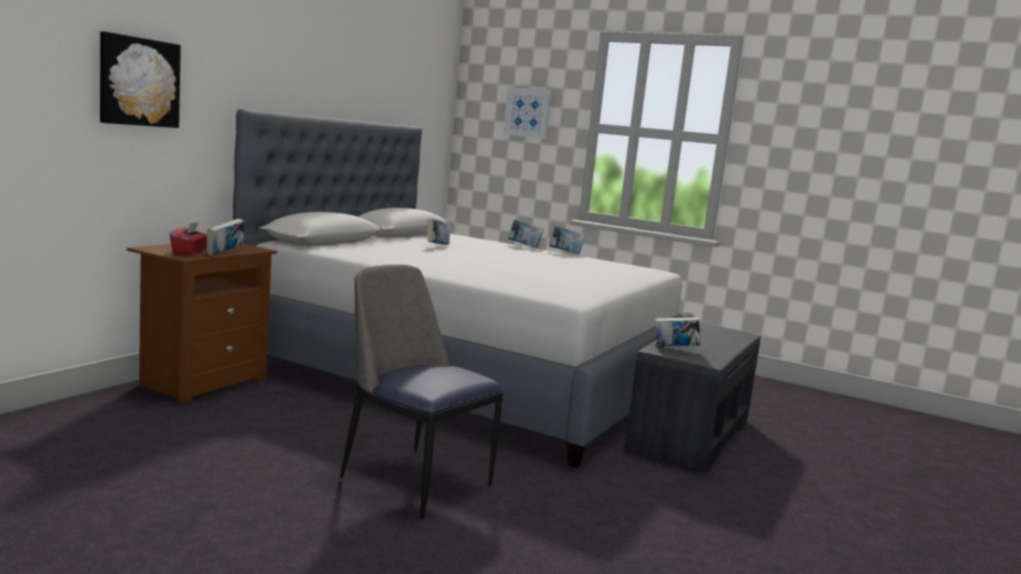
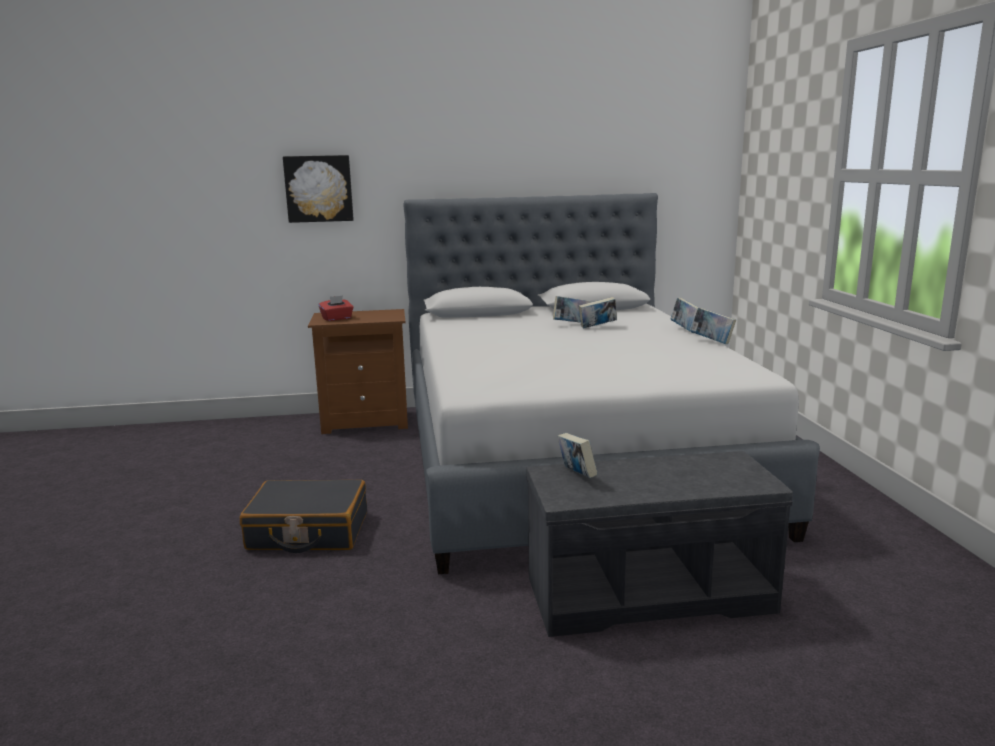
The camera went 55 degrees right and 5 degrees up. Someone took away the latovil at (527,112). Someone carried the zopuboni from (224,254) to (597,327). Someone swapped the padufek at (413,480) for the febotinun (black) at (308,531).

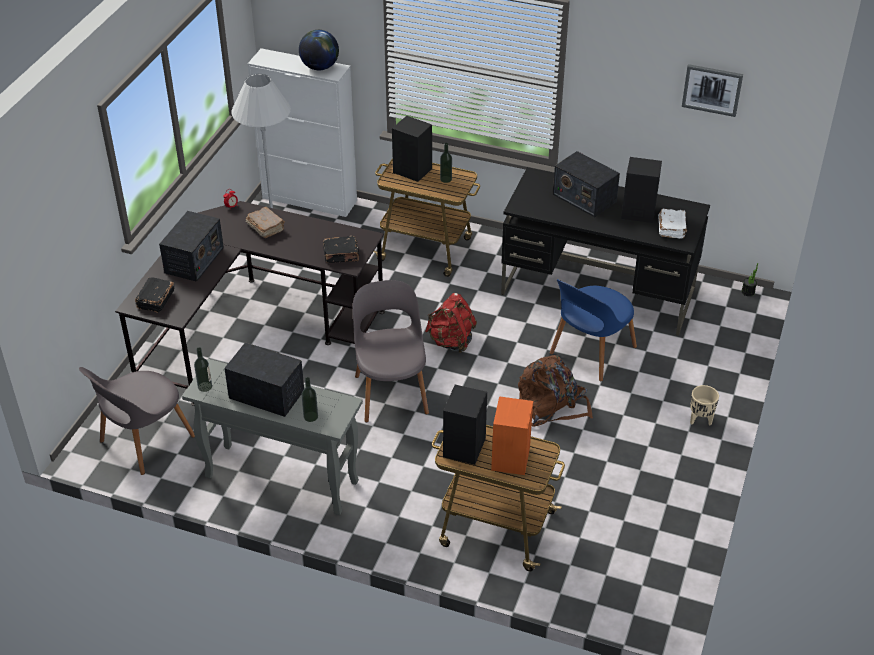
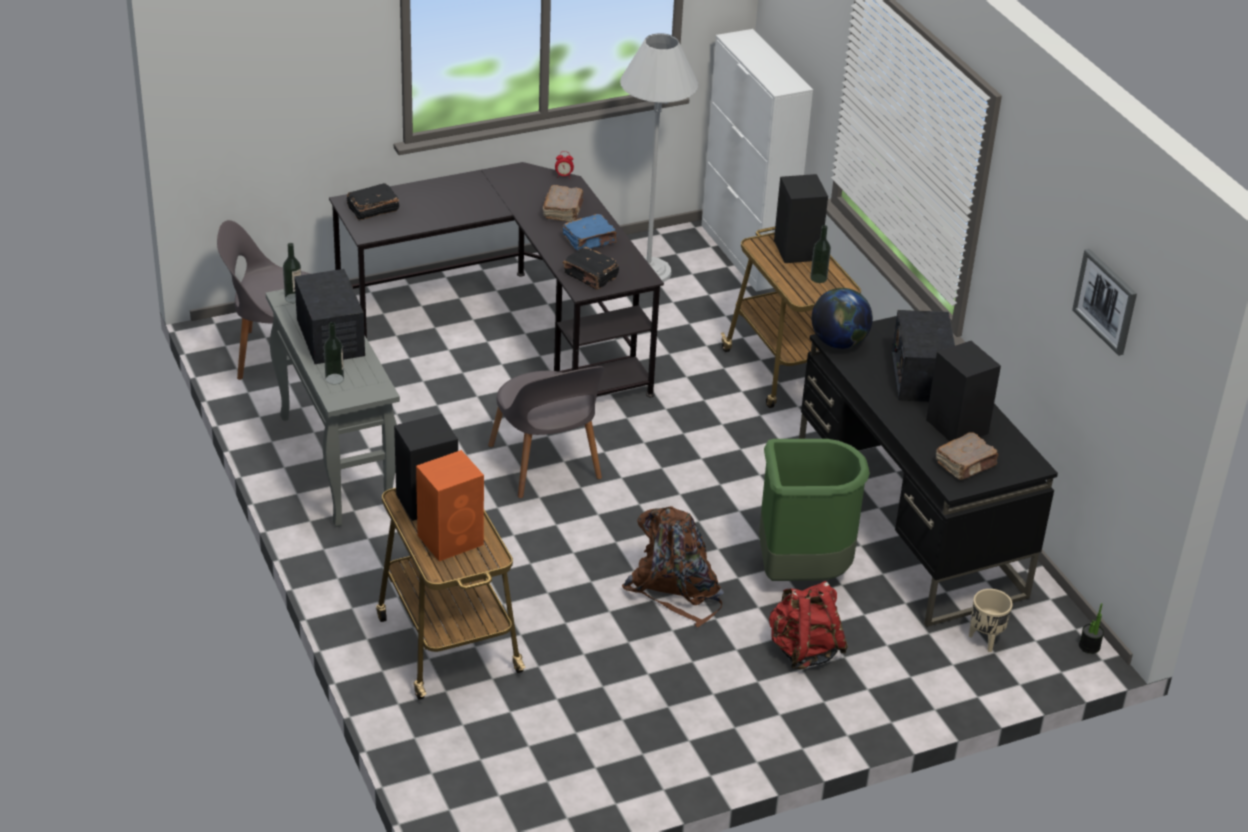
The camera went 45 degrees right and 5 degrees down. Someone took away the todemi at (194,260). Someone put down the zopuboni (blue) at (590,241). Someone carried the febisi from (320,67) to (839,342). Someone carried the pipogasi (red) from (451,341) to (804,651). Someone carried the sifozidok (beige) from (701,420) to (985,640). Someone swapped the padufek (blue) at (590,352) for the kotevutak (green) at (800,573). Someone repainted the zopuboni (white) at (672,229), which became the zopuboni (brown) at (966,465). Someone rotated the padufek (grey) at (391,391) by 120 degrees clockwise.

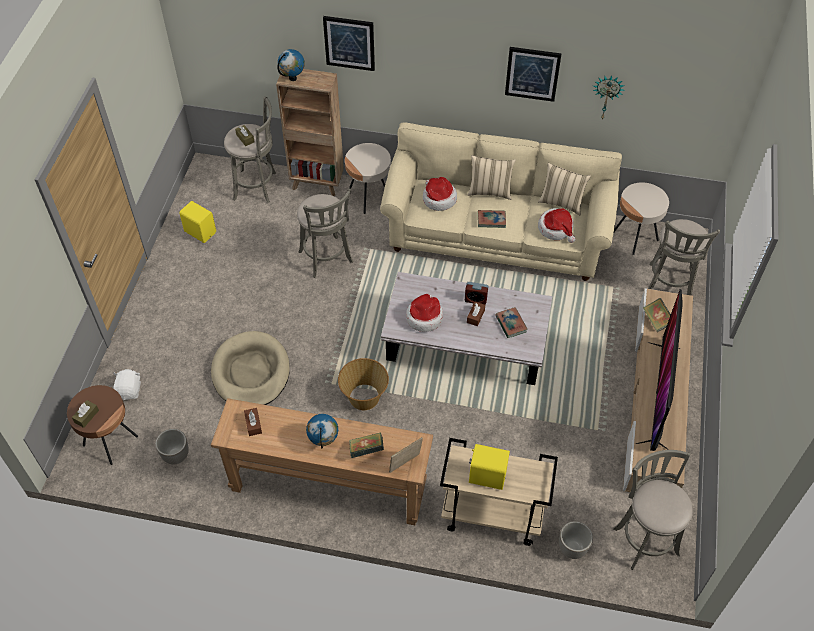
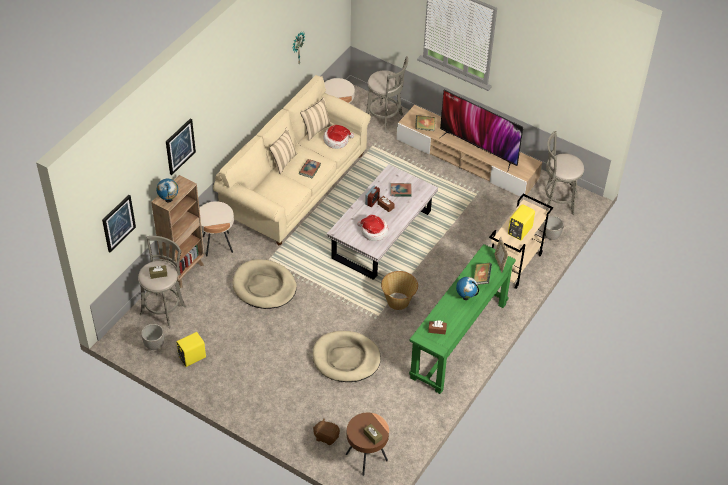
The camera went 70 degrees left and 5 degrees down. Someone took away the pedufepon at (438,199). Someone carried the sifozidok from (176,456) to (154,345). Someone carried the latovil from (532,73) to (118,223). Someone swapped the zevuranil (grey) at (327,259) for the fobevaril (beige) at (264,286). Someone repainted the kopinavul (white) at (129,390), which became the kopinavul (brown) at (326,436). Someone repainted the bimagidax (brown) at (328,486), which became the bimagidax (green) at (458,340).

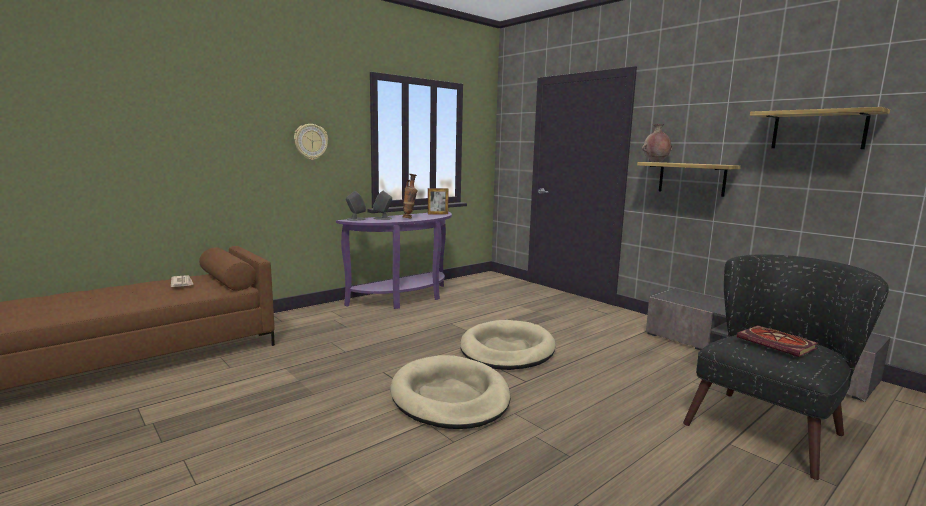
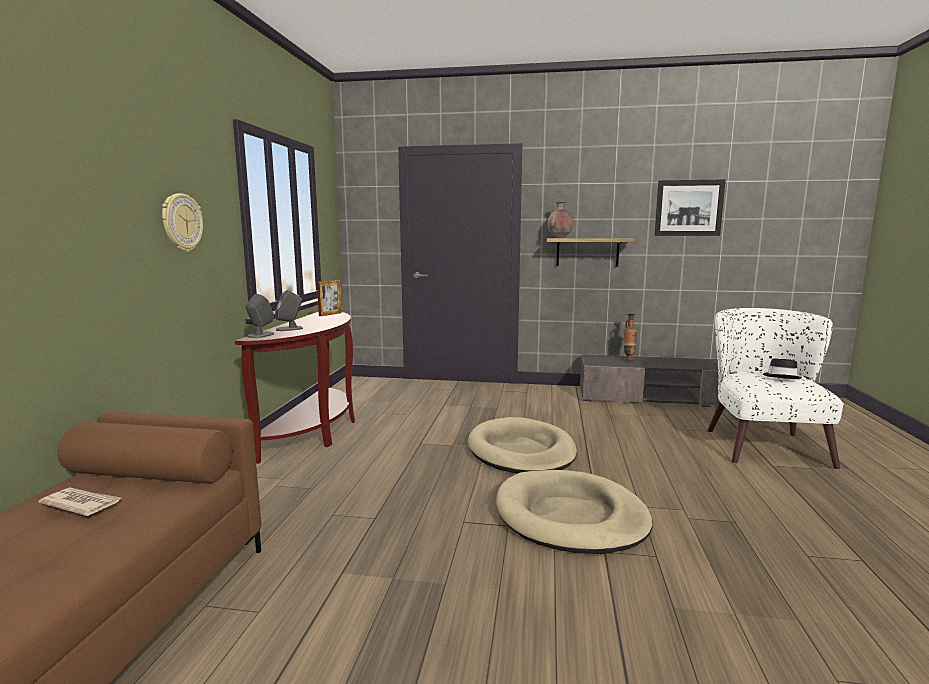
The camera went 40 degrees left and 0 degrees up. Someone carried the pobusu from (409,218) to (628,359). Someone swapped the zopuboni at (778,344) for the pedufepon (black) at (781,377). Someone swapped the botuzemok at (818,130) for the latovil at (688,208). Someone repainted the bimagidax (purple) at (405,298), which became the bimagidax (brown) at (315,431). Someone repainted the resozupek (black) at (770,425), which became the resozupek (white) at (761,443).

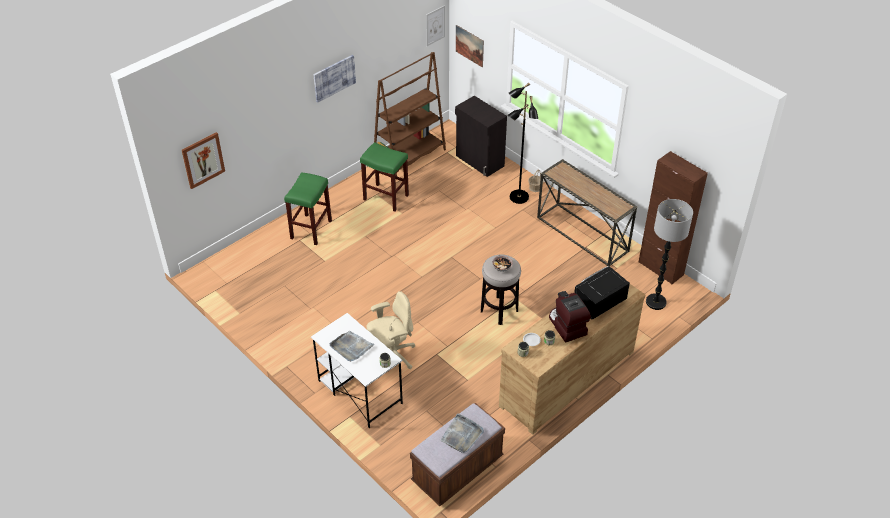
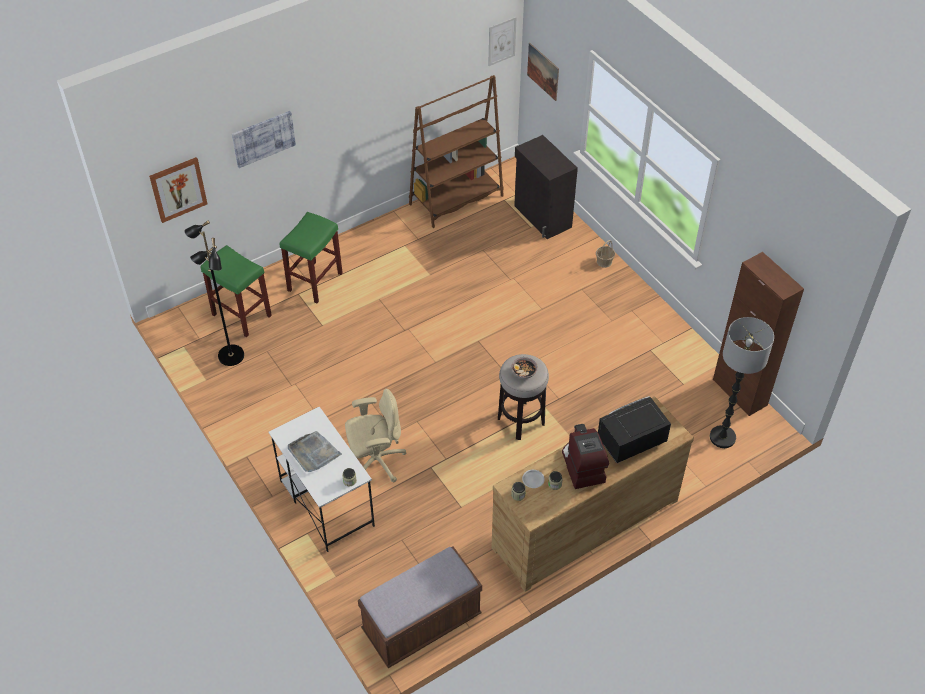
The camera went 10 degrees right and 5 degrees up. Someone took away the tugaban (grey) at (462,435). Someone took away the bimagidax at (583,234). Someone carried the latovil from (334,78) to (263,138). Someone carried the zevuranil (green) from (386,197) to (242,315). Someone carried the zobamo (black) from (518,197) to (230,356).

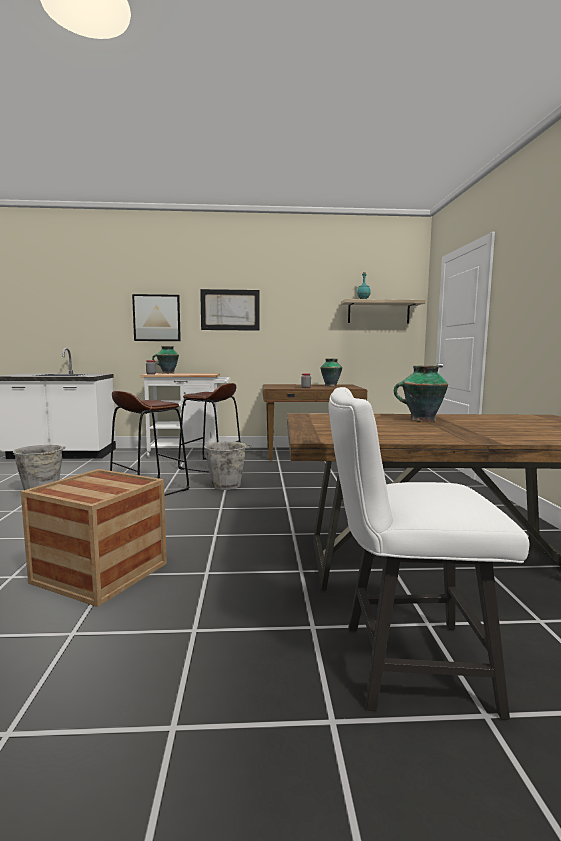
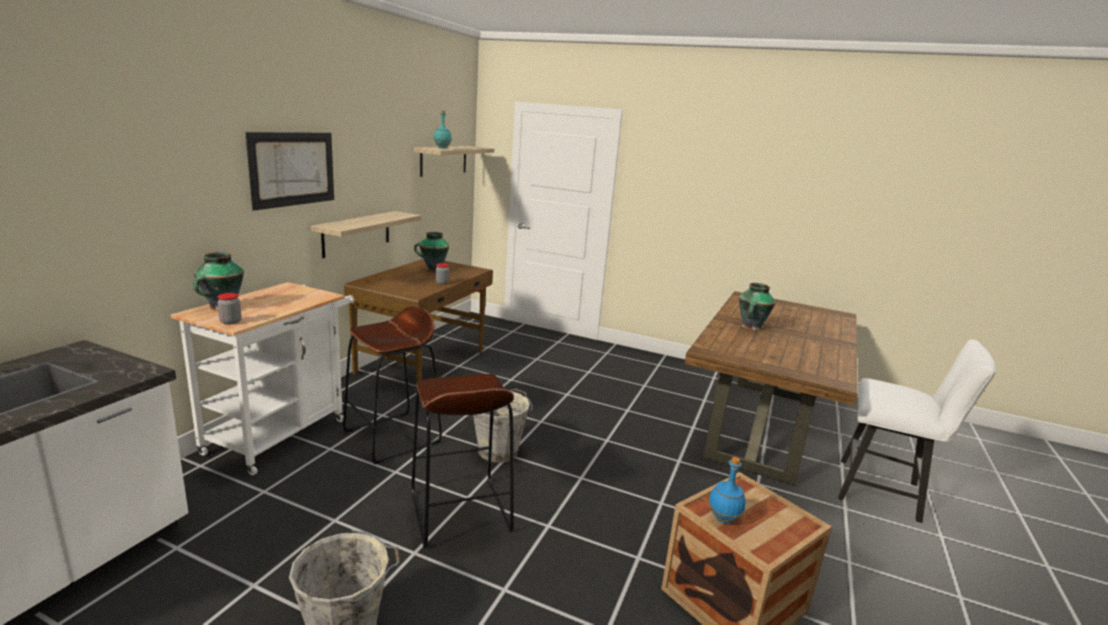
The camera went 65 degrees left and 10 degrees up. Someone took away the latovil at (156,318). Someone put up the botuzemok at (356,233). Someone put down the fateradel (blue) at (724,519). Someone rotated the padufek (white) at (403,665) by 90 degrees counterclockwise.

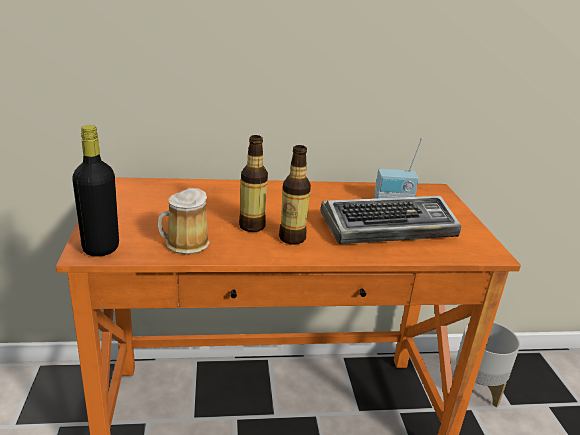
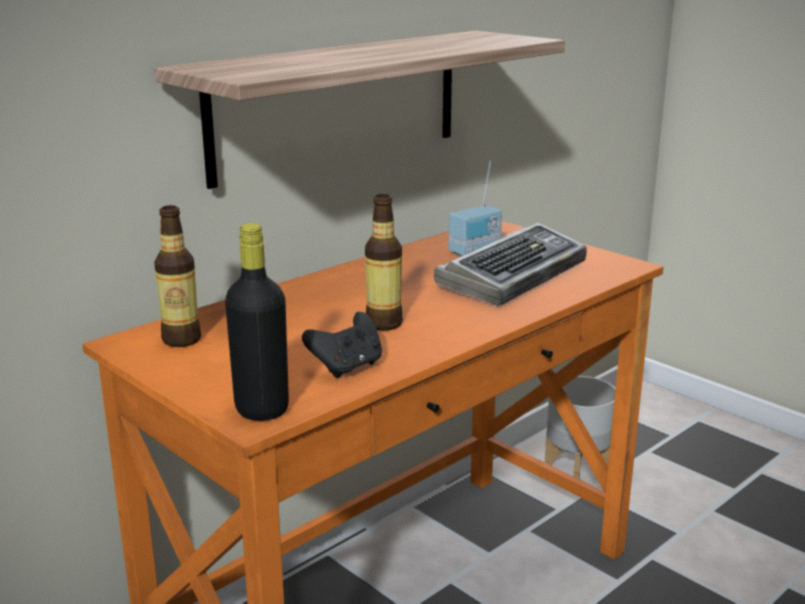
The camera went 35 degrees left and 5 degrees down. Someone put up the botuzemok at (338,104). Someone carried the fateradel from (292,238) to (182,340). Someone swapped the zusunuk at (184,244) for the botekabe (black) at (347,367).

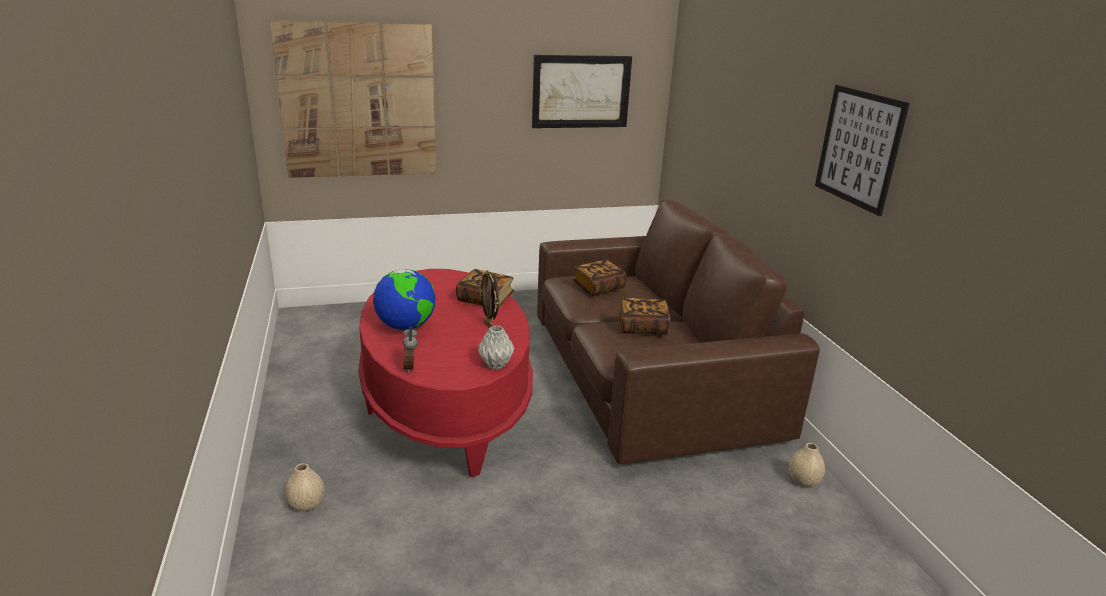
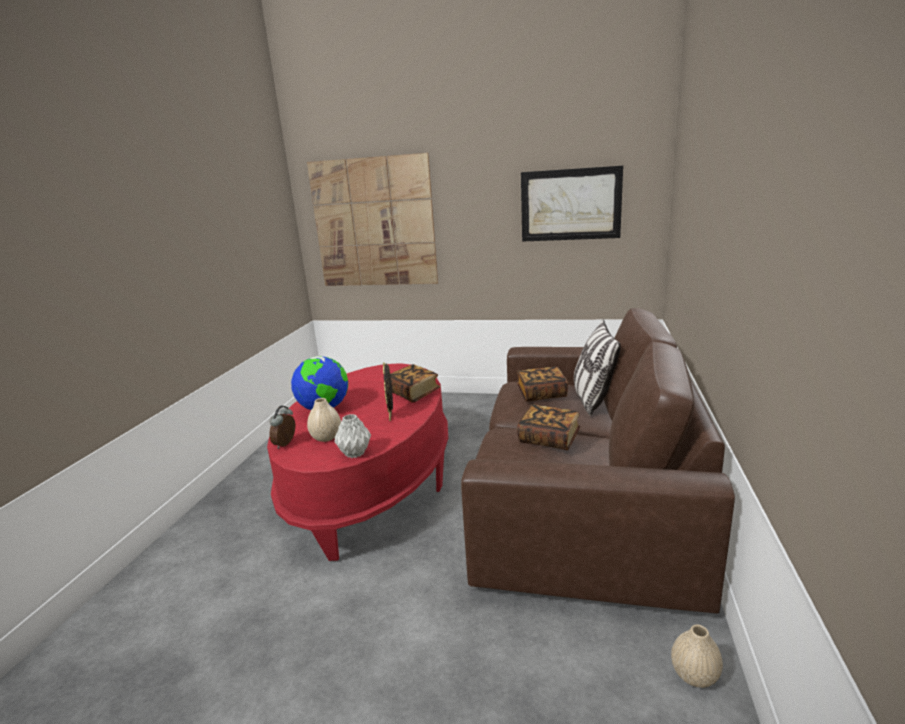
The camera went 30 degrees right and 5 degrees down. Someone took away the latovil at (858,148). Someone put down the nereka at (592,400). Someone carried the pobusu (beige) from (306,504) to (326,437).

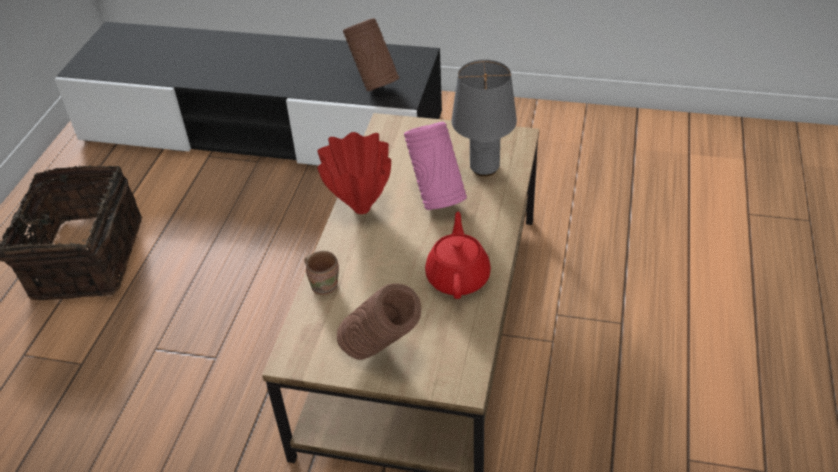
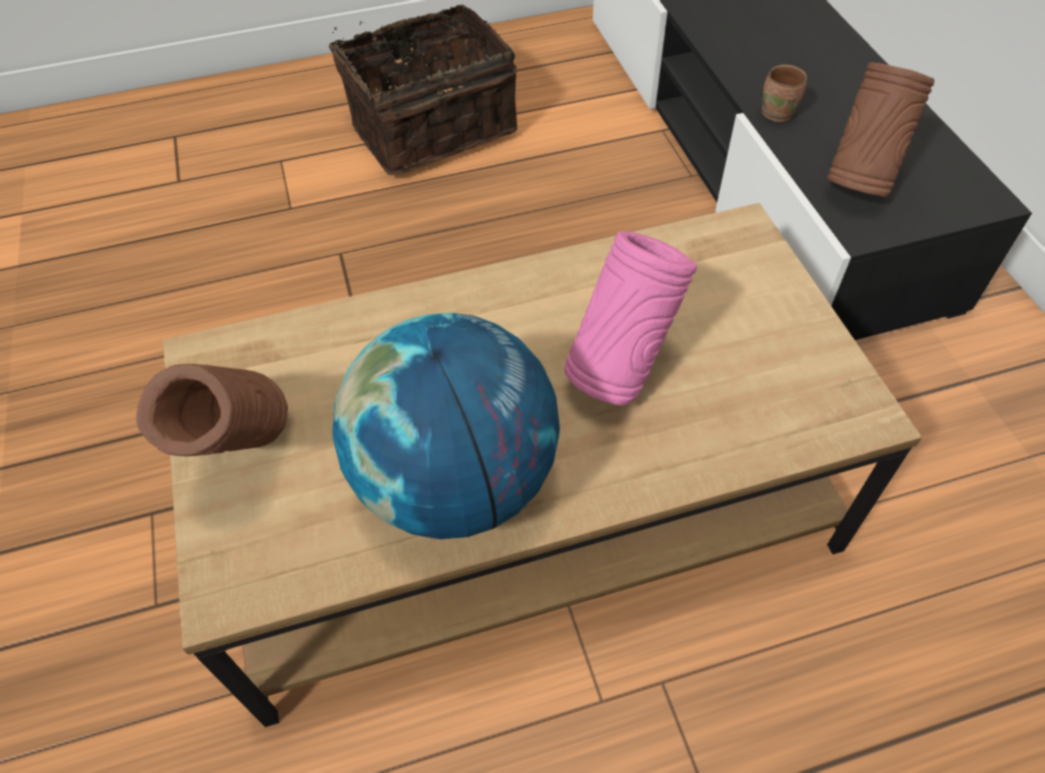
The camera went 60 degrees right and 10 degrees up. Someone took away the pobusu (red) at (360,207). Someone took away the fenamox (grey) at (484,168). Someone carried the zusunuk (brown) from (324,285) to (779,112). Someone swapped the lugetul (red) at (458,277) for the febisi at (457,481).

